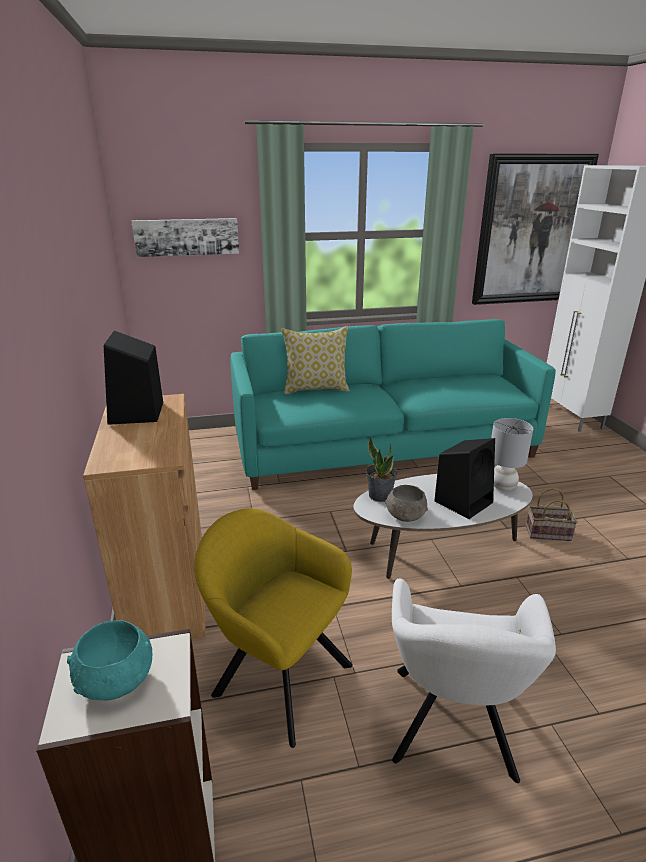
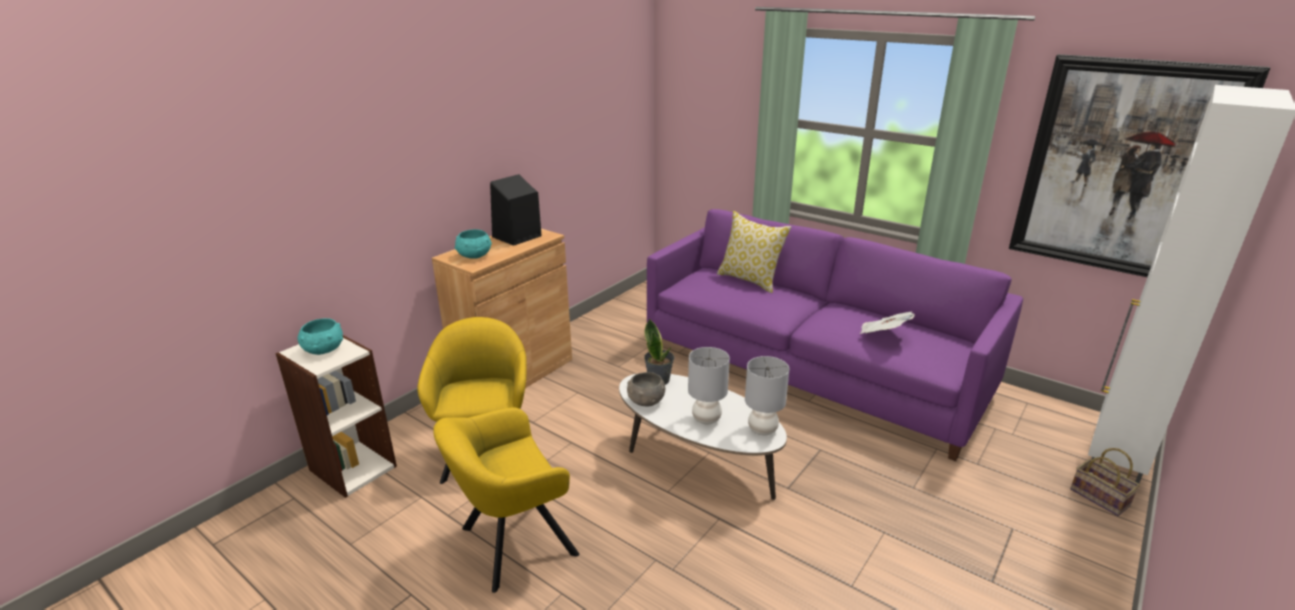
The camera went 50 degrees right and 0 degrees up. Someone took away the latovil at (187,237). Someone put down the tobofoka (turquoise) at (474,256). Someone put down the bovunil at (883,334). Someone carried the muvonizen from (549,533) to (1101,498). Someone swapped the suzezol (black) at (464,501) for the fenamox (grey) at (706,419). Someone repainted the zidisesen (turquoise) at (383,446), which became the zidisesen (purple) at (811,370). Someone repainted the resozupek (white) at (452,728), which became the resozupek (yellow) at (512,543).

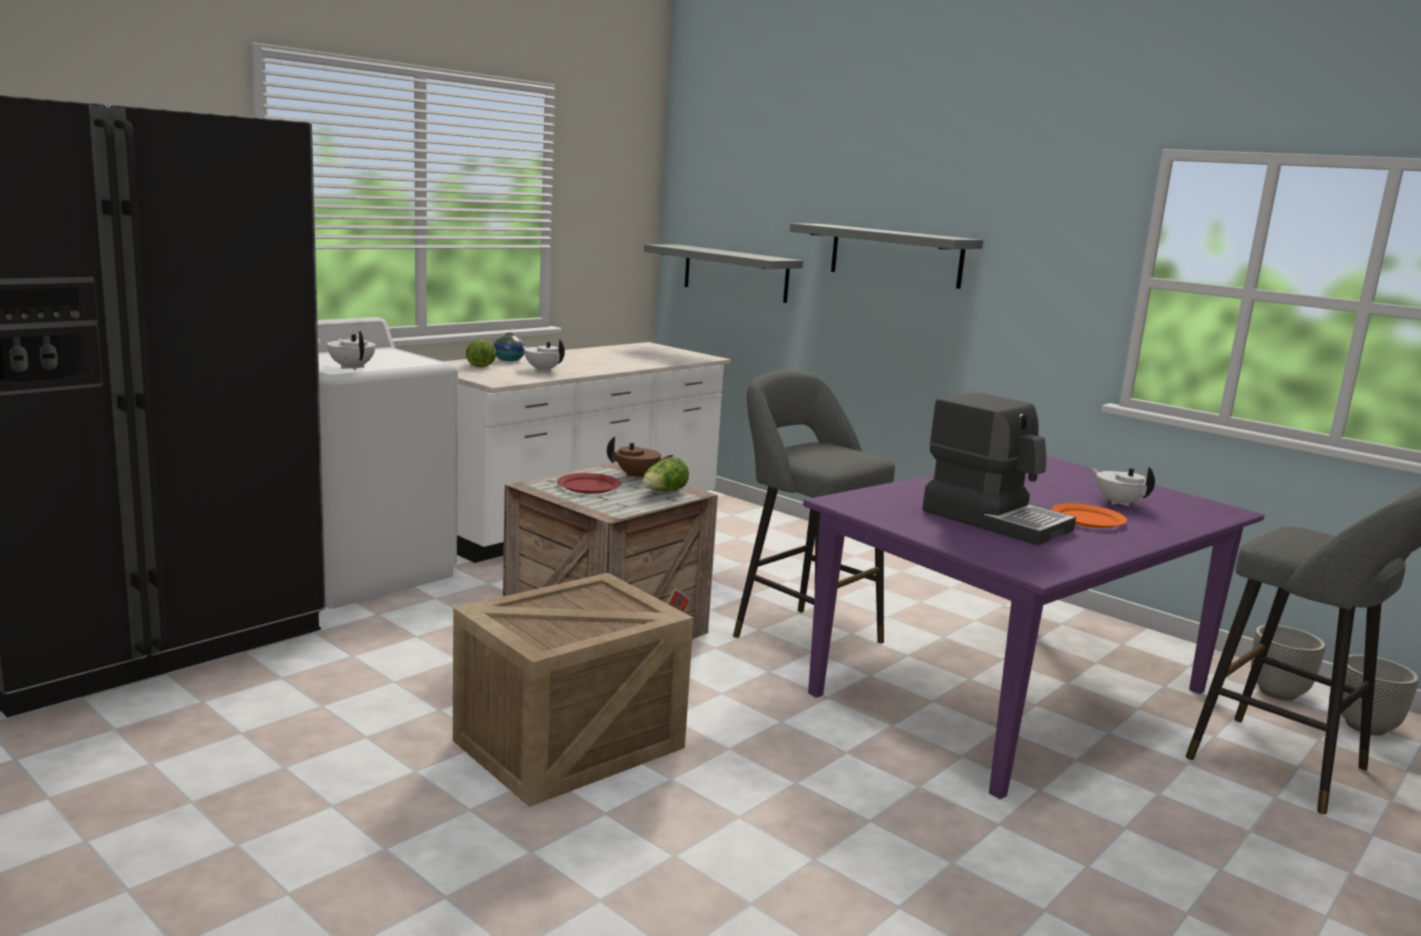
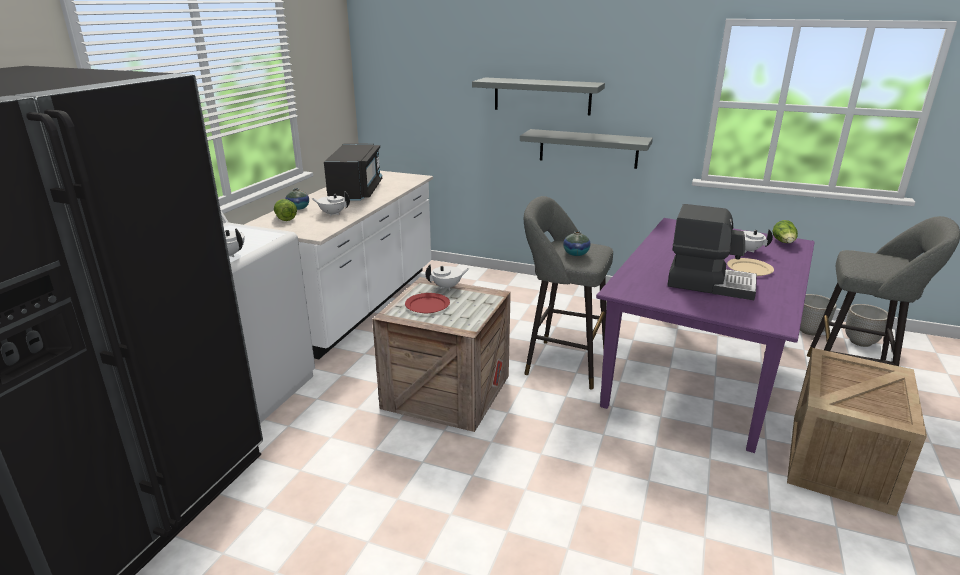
The camera went 20 degrees left and 10 degrees up. Someone put down the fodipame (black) at (356,191). Someone put down the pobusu at (576,253). Someone carried the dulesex from (571,742) to (838,460). Someone carried the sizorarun from (664,492) to (784,243). Someone carried the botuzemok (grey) from (735,273) to (588,148). Someone repainted the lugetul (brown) at (638,476), which became the lugetul (white) at (447,287). Someone repainted the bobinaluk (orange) at (1088,519), which became the bobinaluk (beige) at (749,269).

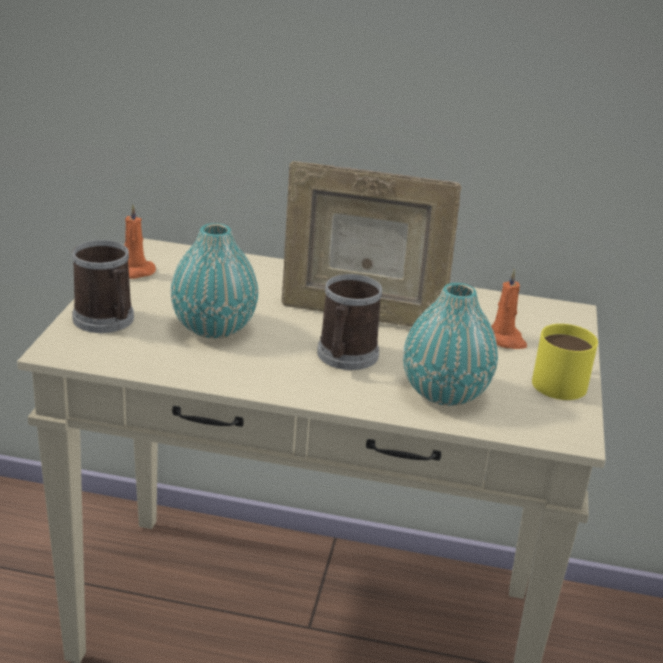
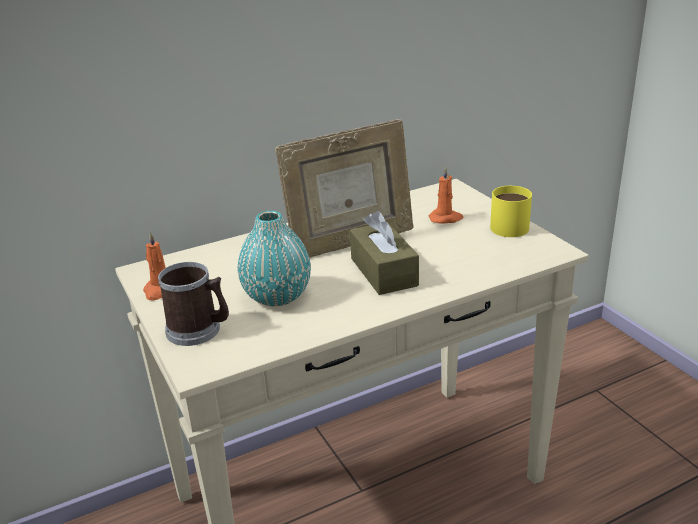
The camera went 35 degrees left and 0 degrees up. Someone took away the pobusu (turquoise) at (445,392). Someone swapped the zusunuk at (345,357) for the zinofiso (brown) at (383,272).

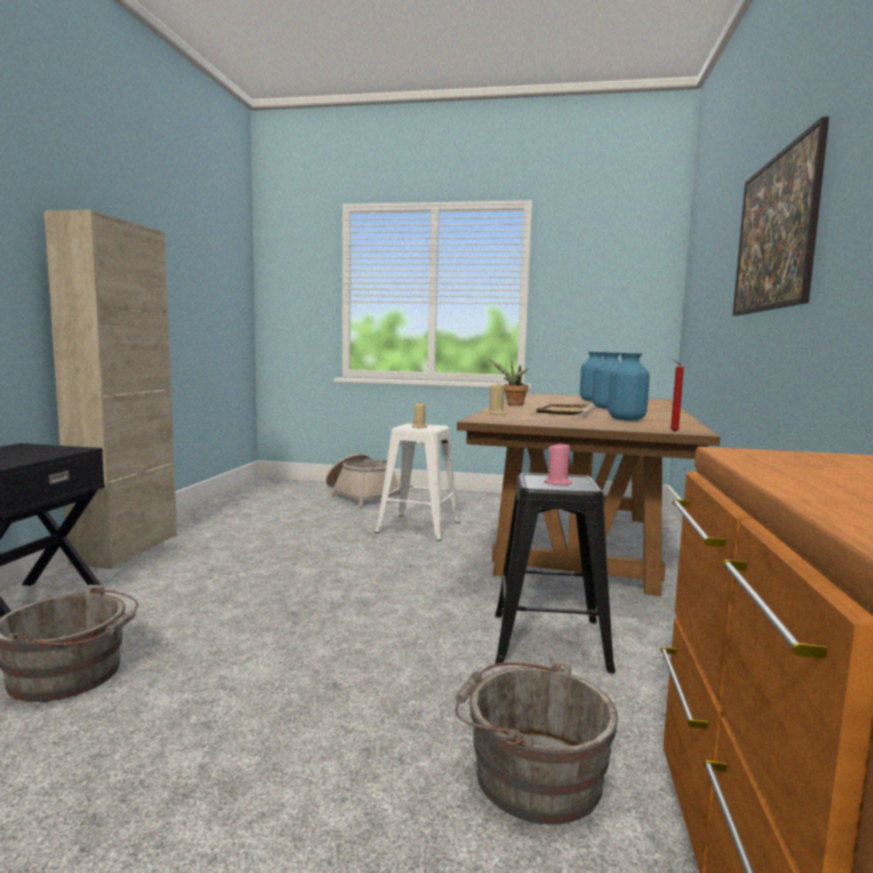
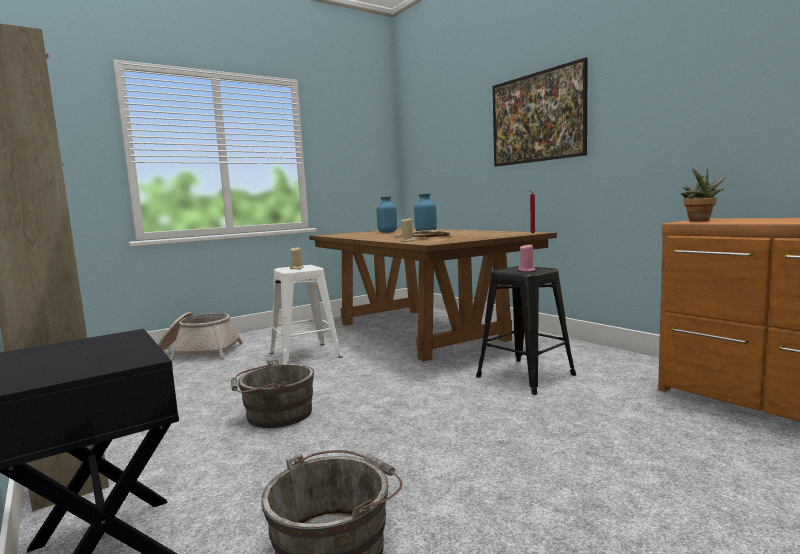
The camera went 45 degrees left and 0 degrees up. Someone took away the pobusu (blue) at (626,419). Someone carried the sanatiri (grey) from (530,774) to (275,415). Someone carried the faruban from (513,405) to (700,221).

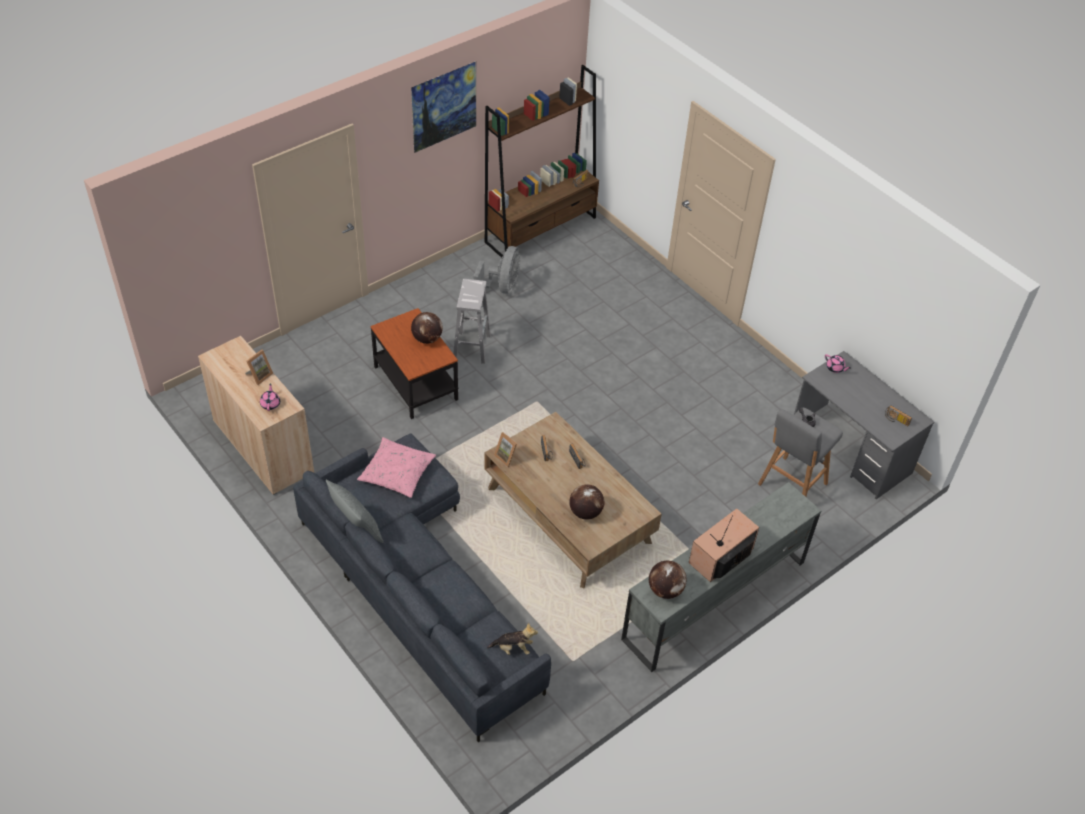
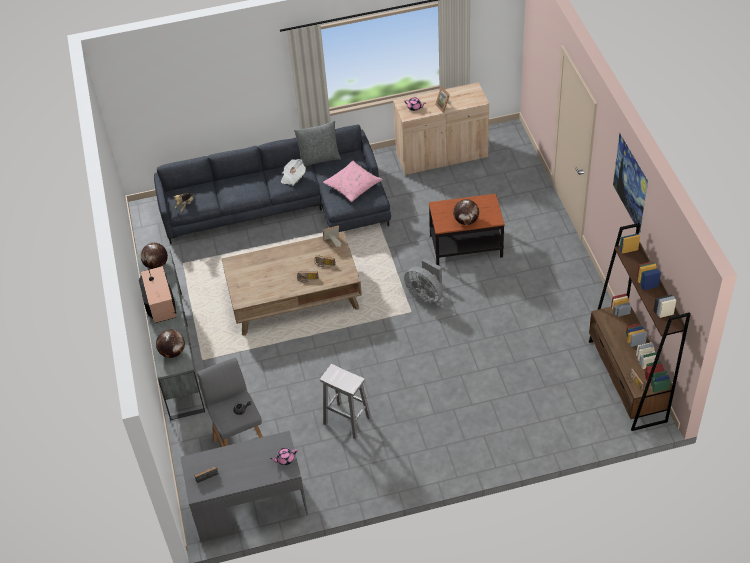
The camera went 120 degrees right and 0 degrees up. Someone put down the bovunil at (293,177). Someone carried the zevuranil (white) from (471,347) to (348,421). Someone carried the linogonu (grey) from (502,287) to (426,295). Someone carried the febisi from (585,512) to (173,352).

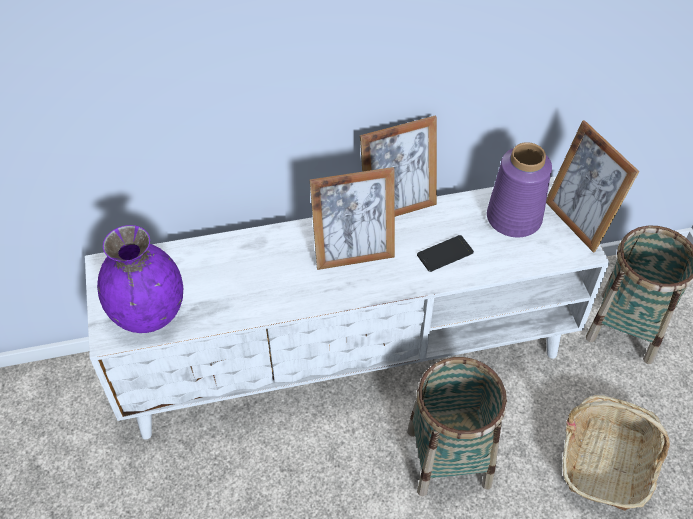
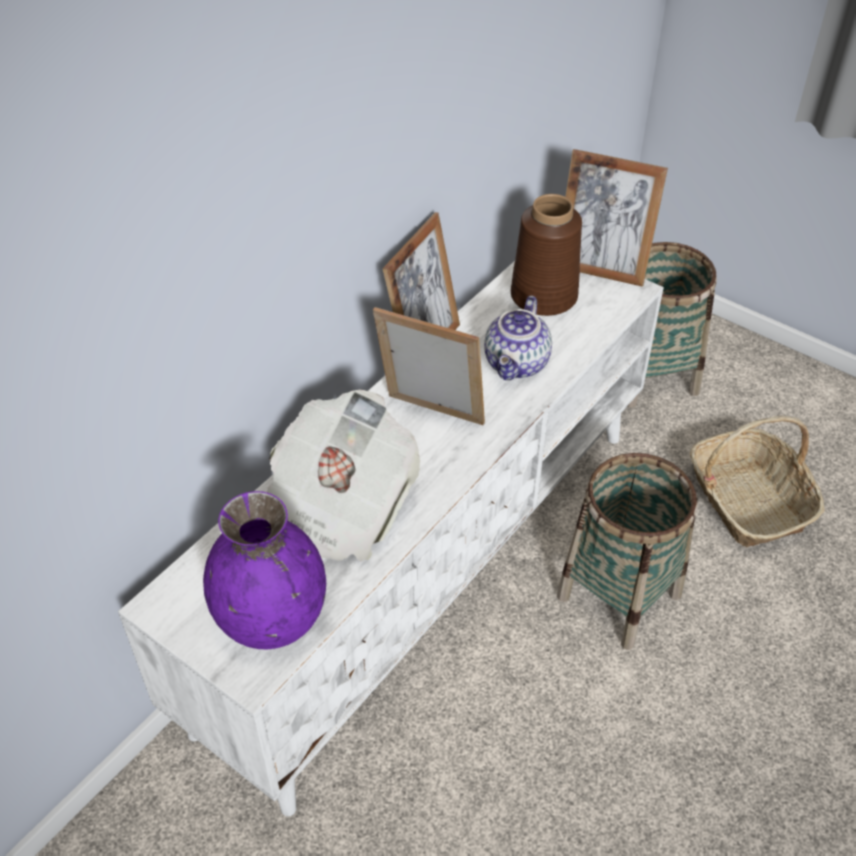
The camera went 40 degrees left and 5 degrees down. Someone put down the bovunil at (338,508). Someone swapped the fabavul at (445,254) for the lugetul at (518,364). Someone repainted the pobusu (purple) at (514,217), which became the pobusu (brown) at (543,295). Someone rotated the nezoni at (353,254) by 105 degrees counterclockwise.

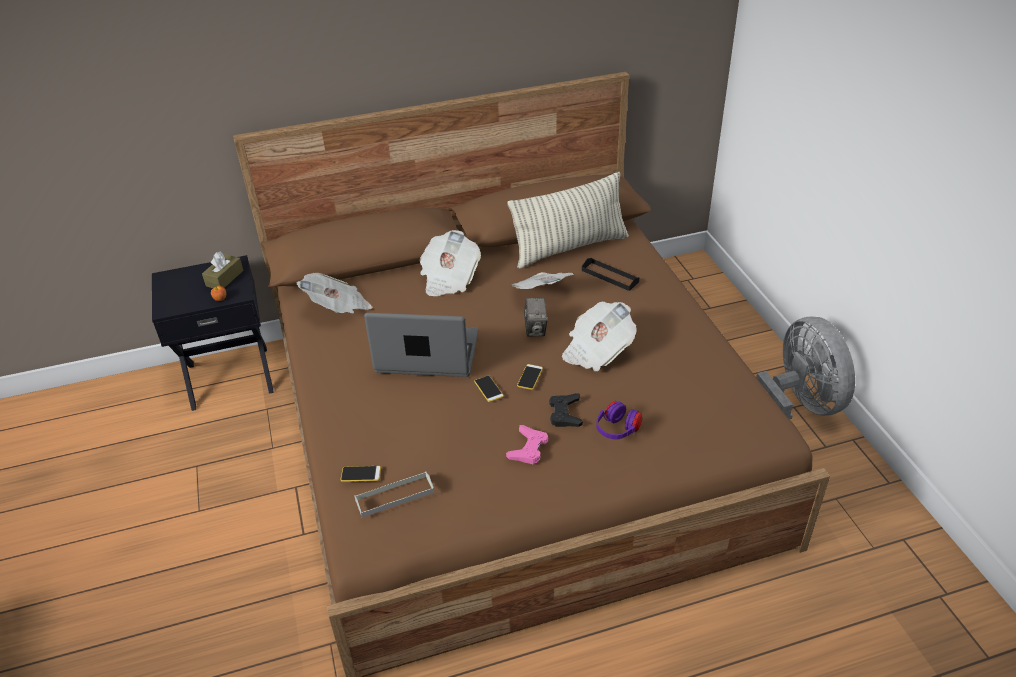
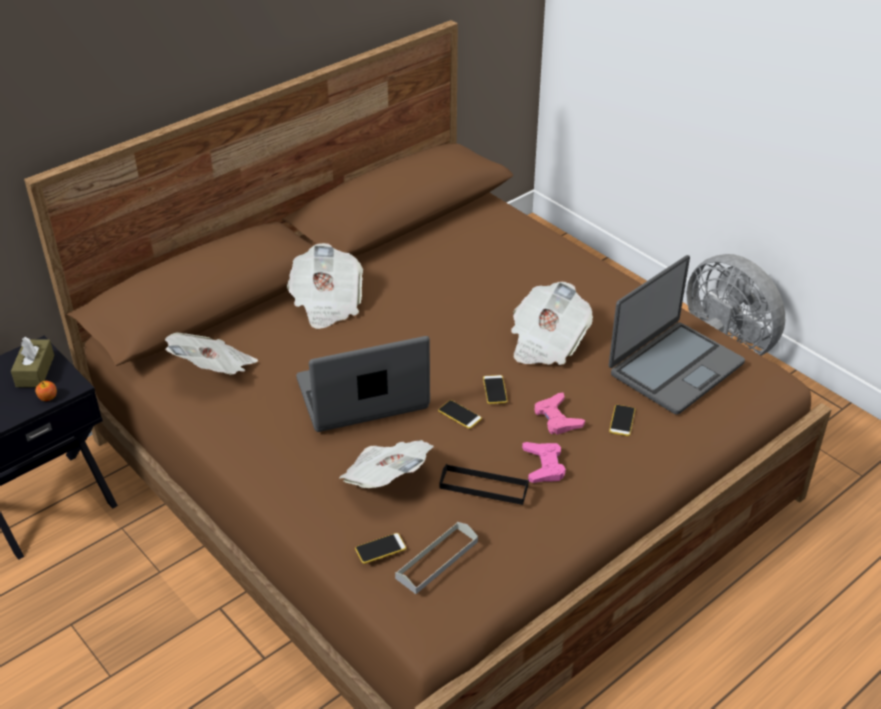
The camera went 25 degrees left and 0 degrees up. Someone took away the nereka at (569,248). Someone took away the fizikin at (535,329). Someone put down the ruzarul at (674,368). Someone carried the bovunil from (542,293) to (386,479). Someone carried the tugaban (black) from (610,276) to (484,487). Someone swapped the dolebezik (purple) at (617,431) for the fabavul at (622,421). Someone repainted the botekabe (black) at (565,413), which became the botekabe (pink) at (557,418).

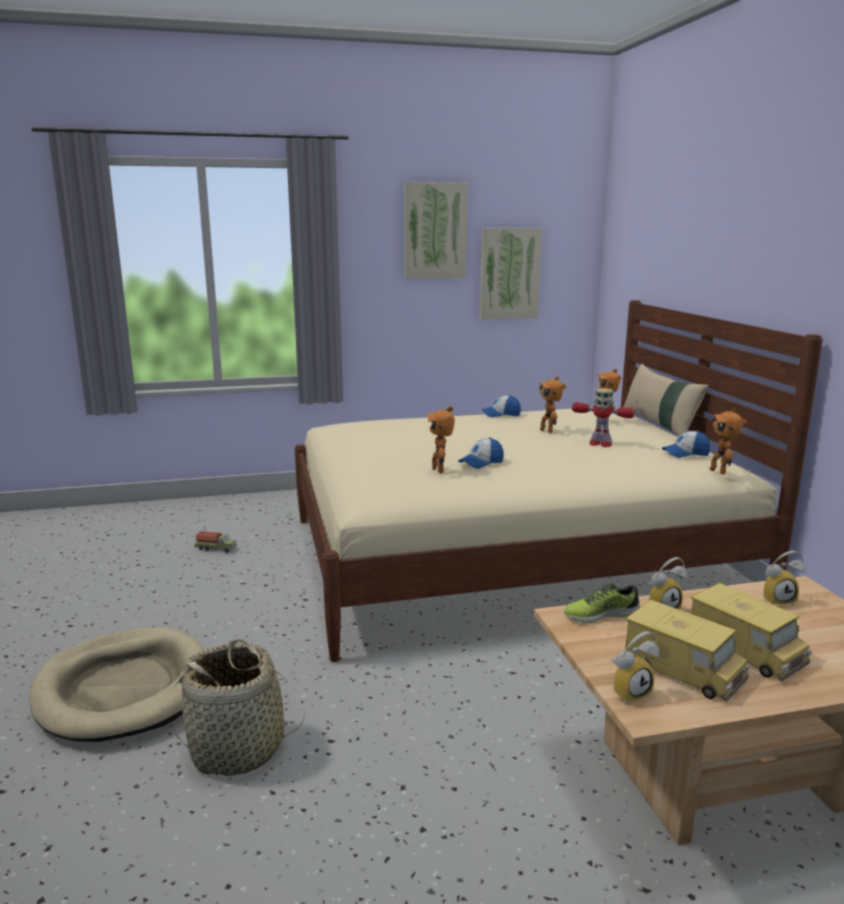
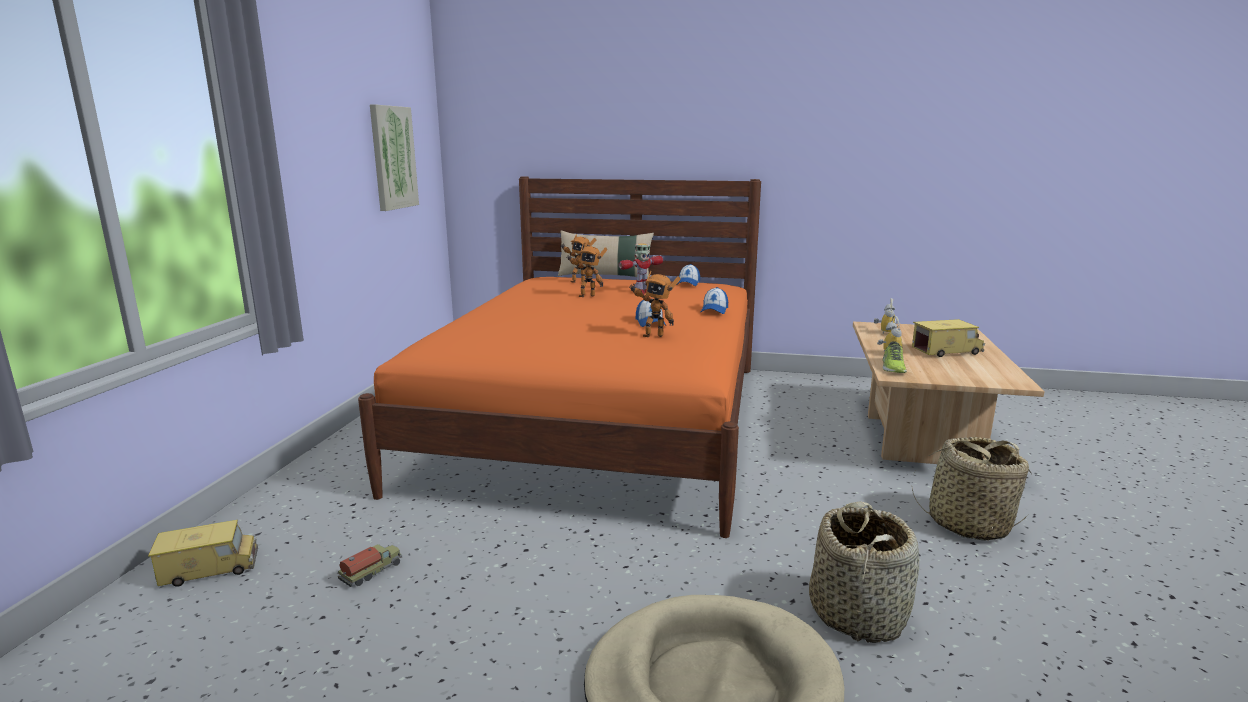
The camera went 65 degrees left and 0 degrees up. Someone took away the latovil at (434,230). Someone took away the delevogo at (629,691). Someone took away the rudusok at (719,471). Someone put down the muvonizen at (968,524). Someone carried the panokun from (501,414) to (714,310). Someone carried the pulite from (683,671) to (210,569). Someone repainted the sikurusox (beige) at (509,558), which became the sikurusox (orange) at (600,421).

